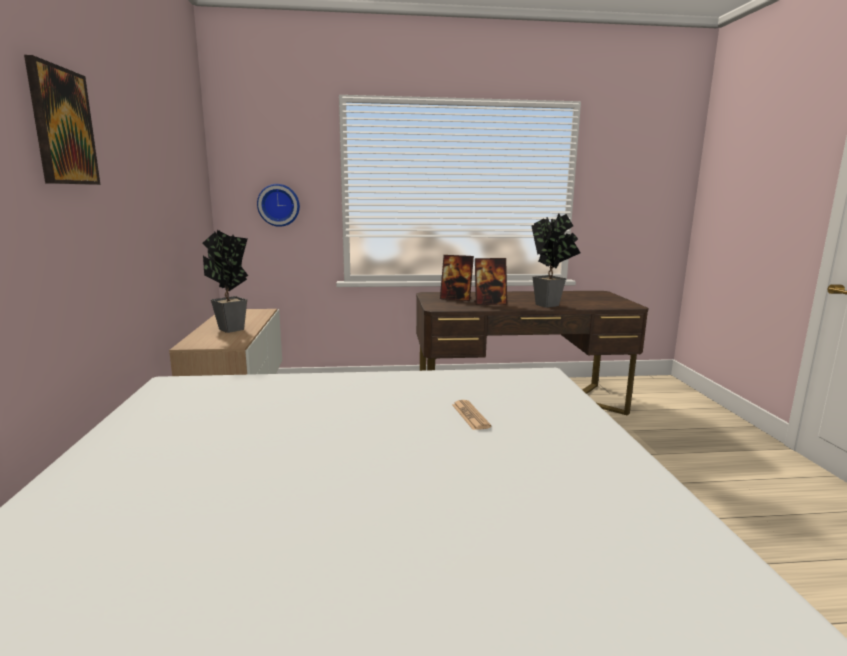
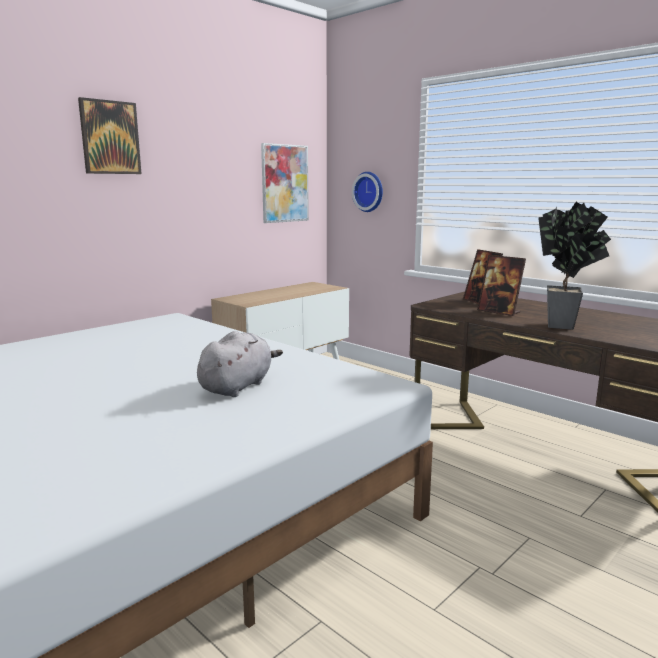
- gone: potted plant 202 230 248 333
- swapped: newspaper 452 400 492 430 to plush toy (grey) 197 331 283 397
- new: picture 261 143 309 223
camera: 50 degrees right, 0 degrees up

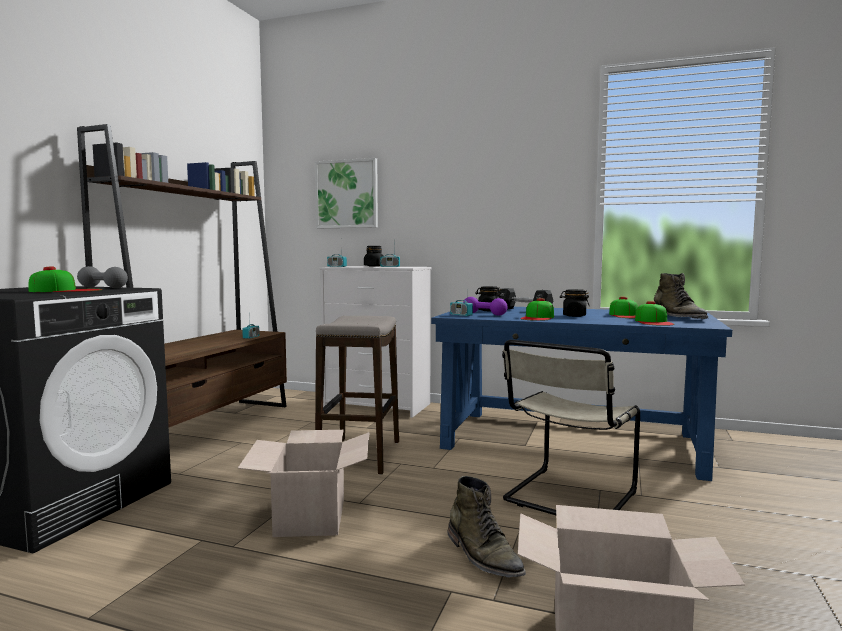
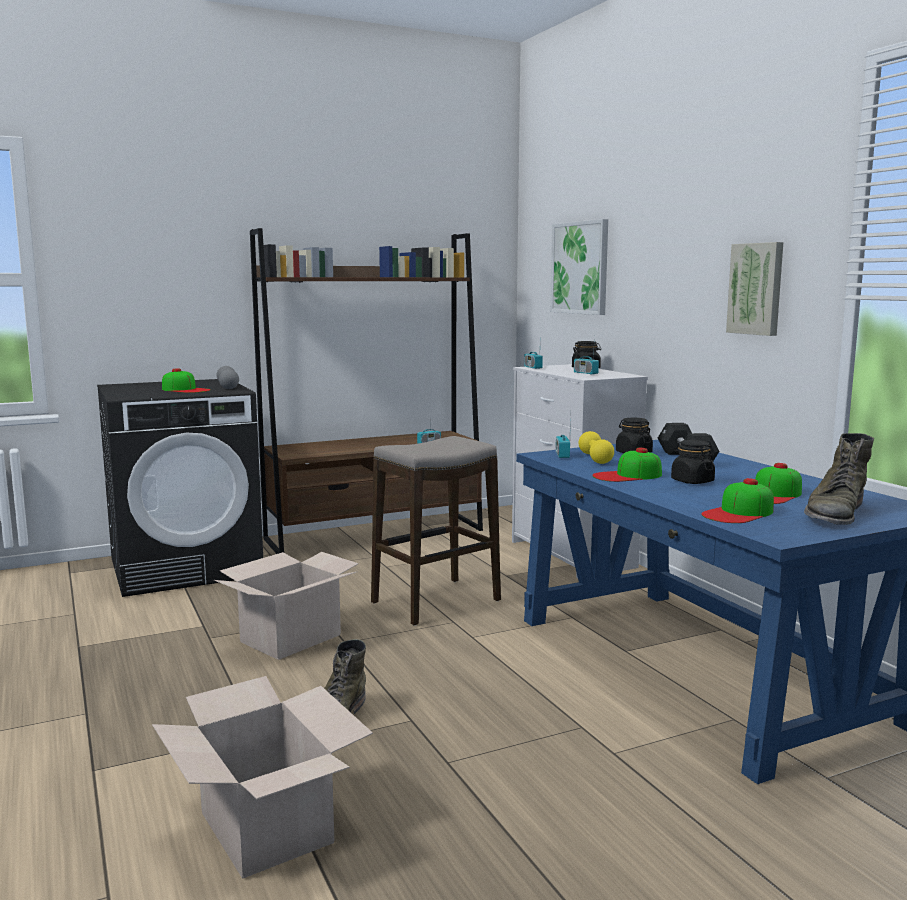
- repainted: dumbbell (purple) 463 297 508 316 to dumbbell (yellow) 578 431 614 464
- gone: chair (beige) 502 340 640 515
- new: picture 726 242 783 336
camera: 45 degrees right, 5 degrees up

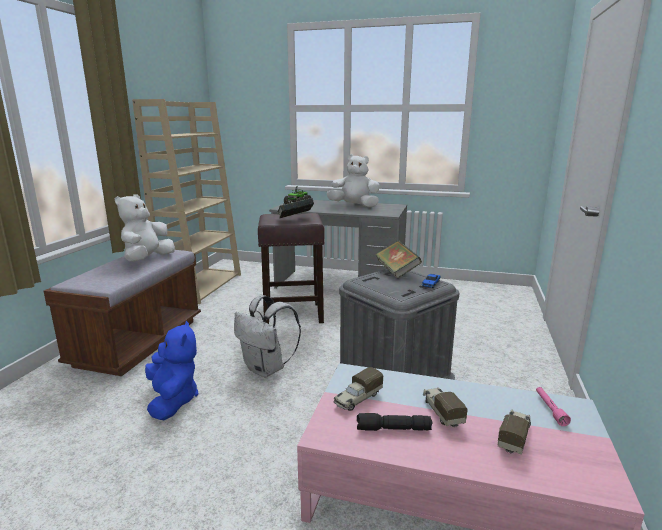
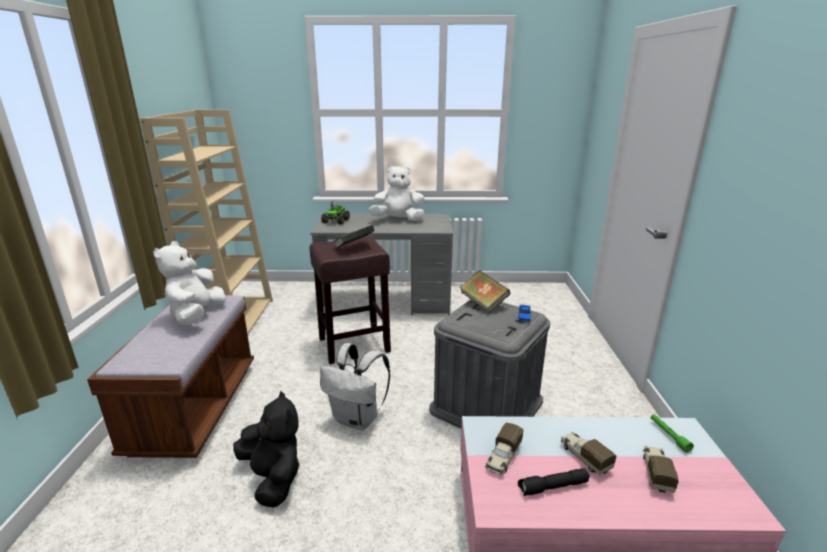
- repainted: plush toy (blue) 145 321 199 420 to plush toy (black) 233 391 300 508
- repainted: flashlight (pink) 536 387 571 426 to flashlight (green) 651 414 694 453
camera: 15 degrees left, 5 degrees up

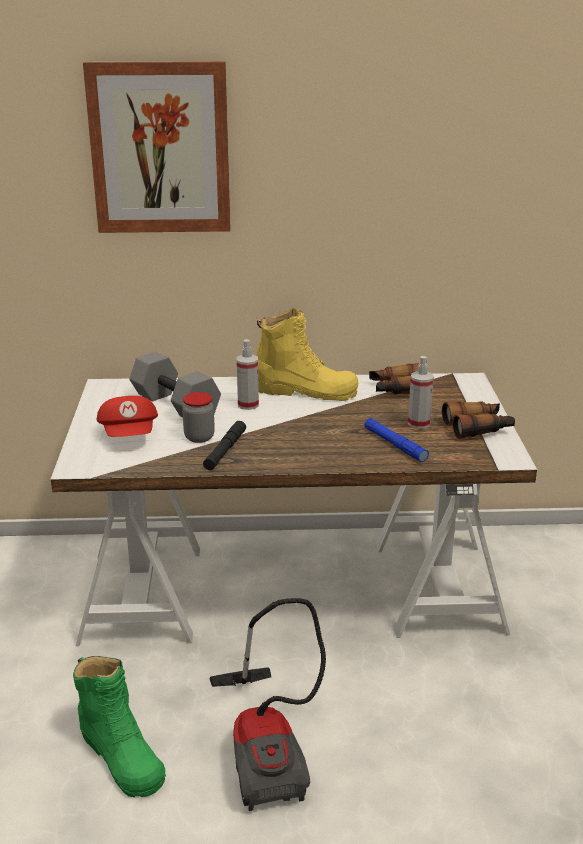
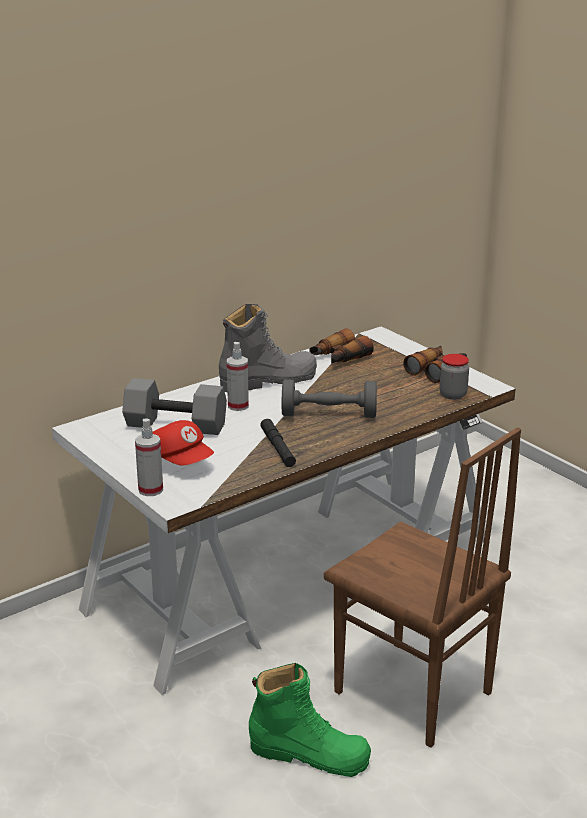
- gone: picture 83 61 230 233
- shifted: jar 182 392 215 443 to 440 354 469 400
- swapped: vacuum cleaner 210 598 326 811 to chair (brown) 324 427 521 748
- repainted: boot (yellow) 256 308 358 401 to boot (grey) 219 304 317 392
- gone: flashlight (blue) 364 418 429 462
- shifted: spray bottle 408 356 434 429 to 135 418 163 496
- new: dumbbell (grey) 282 379 377 418
camera: 35 degrees left, 0 degrees up

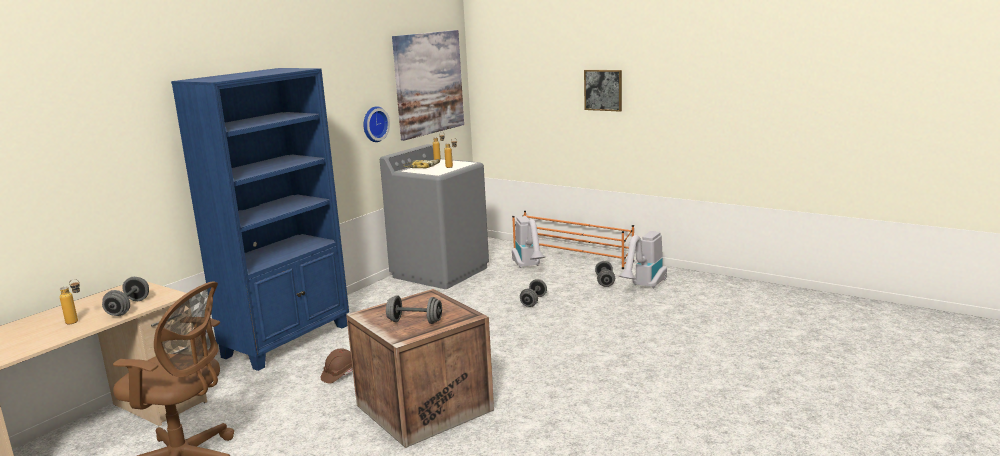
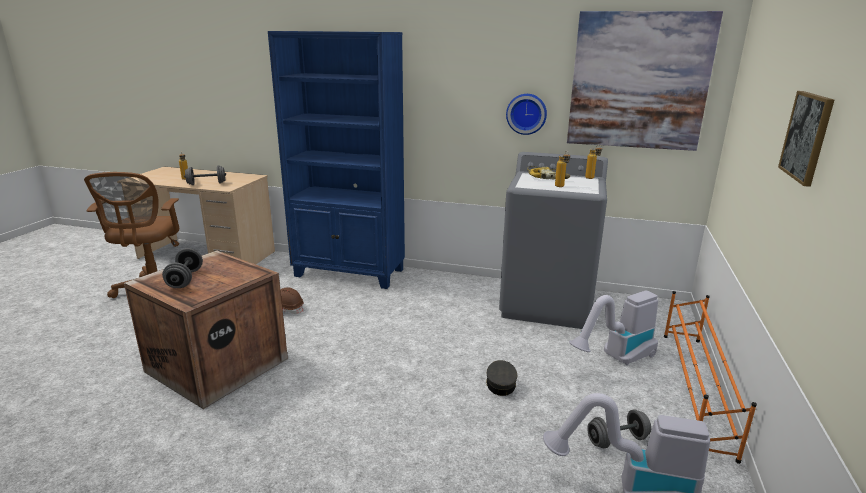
- swapped: dumbbell (grey) 520 279 547 307 to cap (grey) 486 360 517 396
camera: 70 degrees right, 5 degrees up

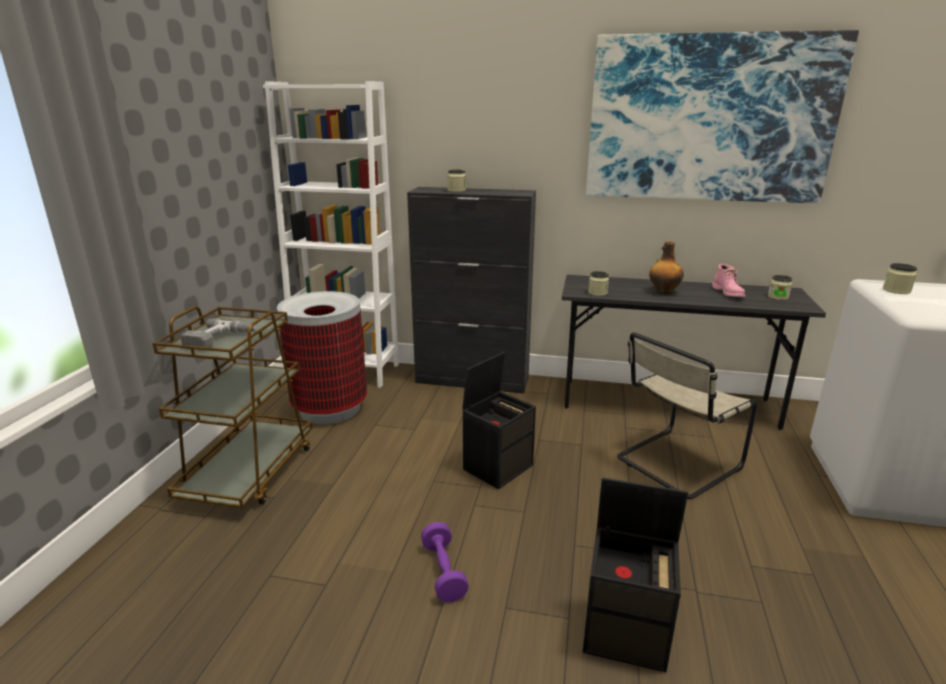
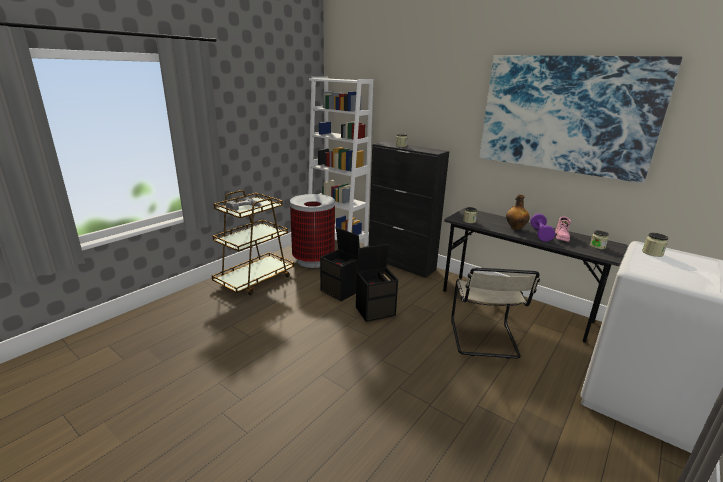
- shifted: dumbbell (purple) 421 522 469 602 to 530 214 555 242
- shifted: storage box (black) 583 477 688 672 to 320 227 360 301
- rotated: chair (beige) 617 333 758 499 = 451 268 540 359 75 degrees counterclockwise
camera: 25 degrees right, 0 degrees up

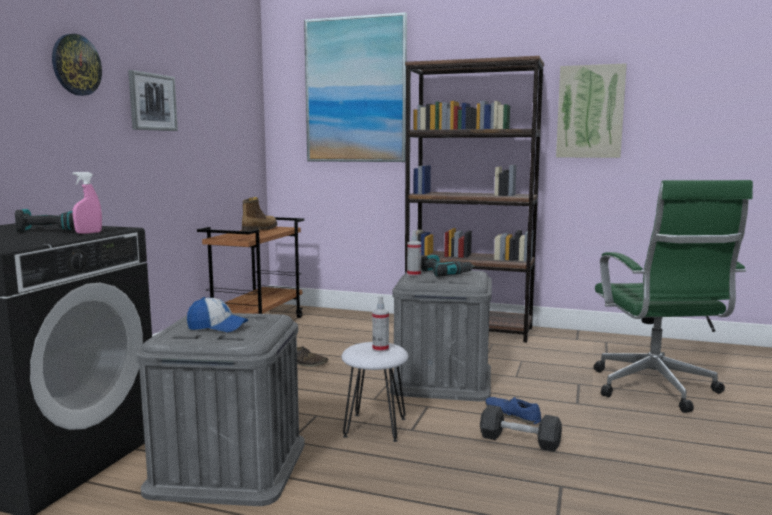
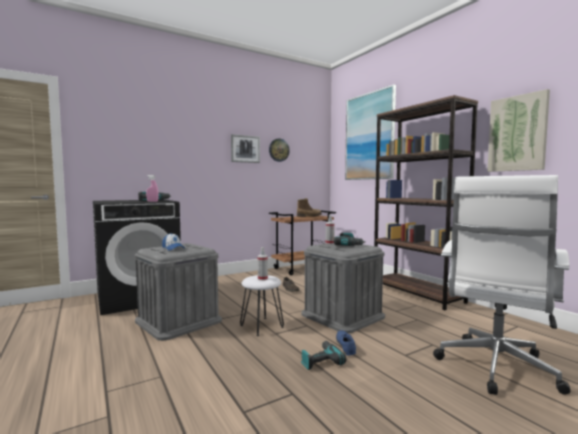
- shifted: wall clock 52 34 102 96 to 269 138 290 162
- swapped: dumbbell (black) 480 405 562 452 to power drill 301 341 346 370
- repainted: office chair (green) 594 180 753 413 to office chair (white) 433 175 571 395
camera: 40 degrees right, 5 degrees down

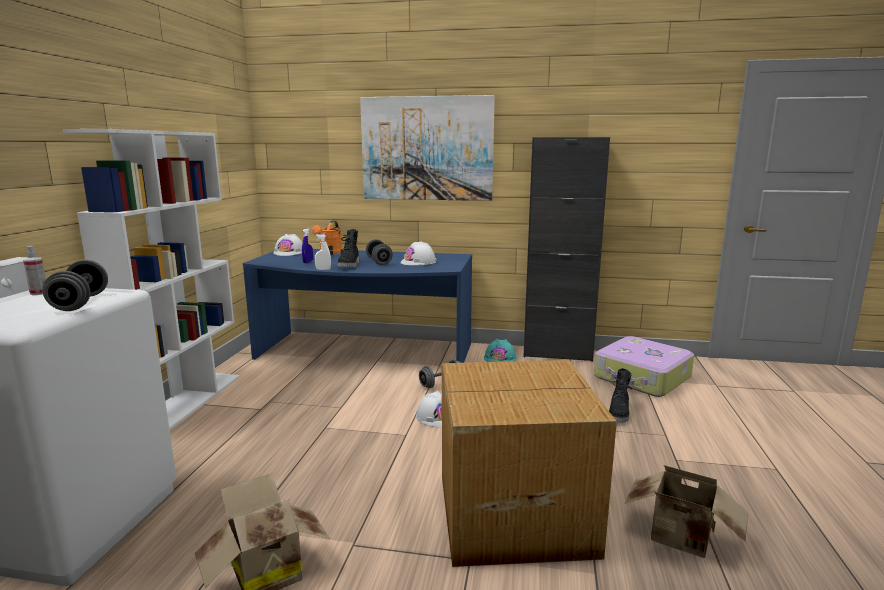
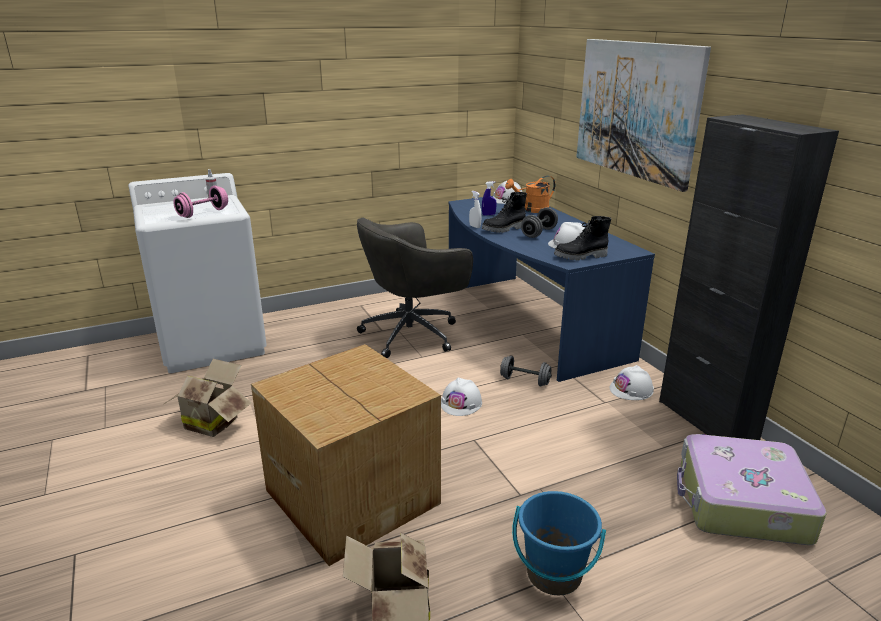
- repainted: dumbbell (grey) 42 260 108 311 to dumbbell (pink) 173 186 228 218
- gone: bookcase (white) 63 129 240 430
- repainted: hard hat (turquoise) 484 339 516 362 to hard hat (white) 610 365 654 400
- shifted: boot (black) 609 368 632 423 to 554 216 611 260
- new: office chair (grey) 357 218 473 358
- new: bucket (blue) 512 491 606 595
camera: 55 degrees right, 10 degrees up

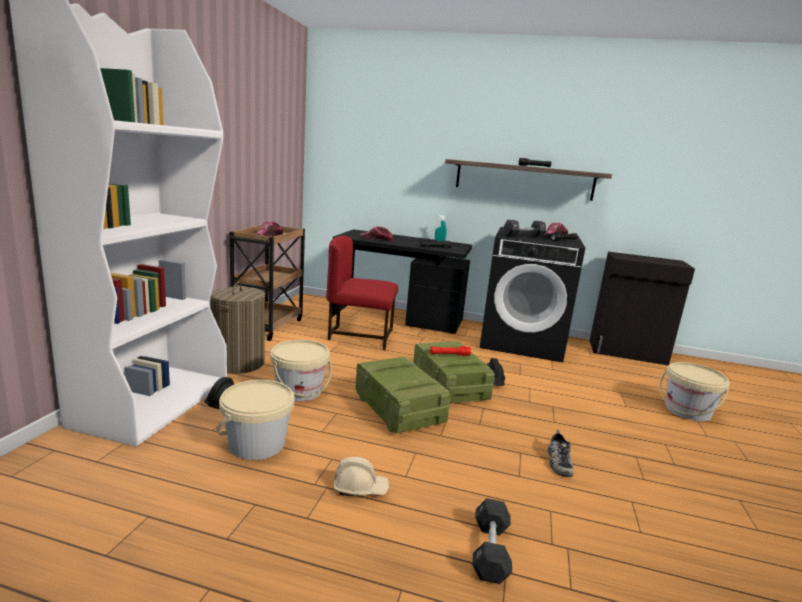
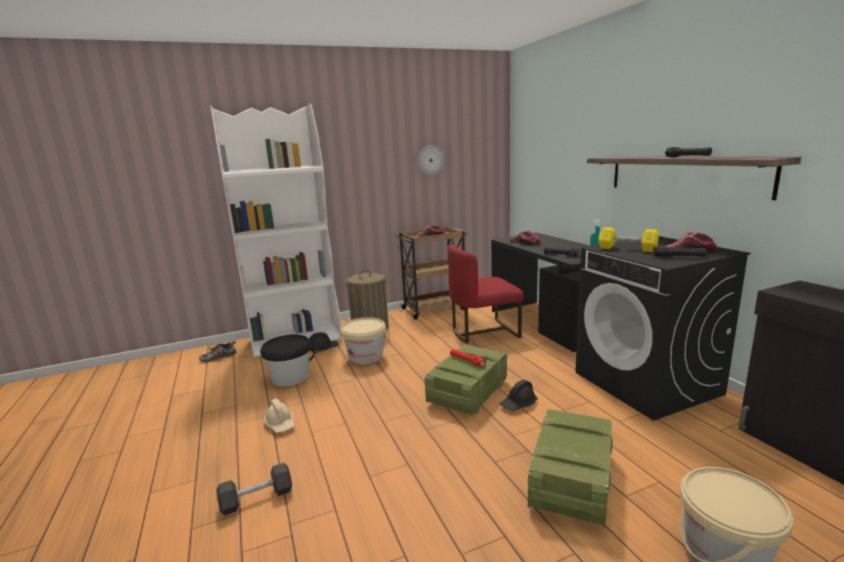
- repainted: bucket (beige) 216 380 294 460 to bucket (black) 260 335 315 387
- rotated: chair (red) 326 236 398 350 = 448 244 524 343 75 degrees counterclockwise
- shifted: crate 355 357 451 434 to 528 409 613 527
- repainted: dumbbell (black) 504 220 547 238 to dumbbell (yellow) 598 227 659 252
- shifted: shoe 548 430 573 477 to 199 341 237 362
- new: wall clock 418 145 445 176
camera: 55 degrees right, 0 degrees up

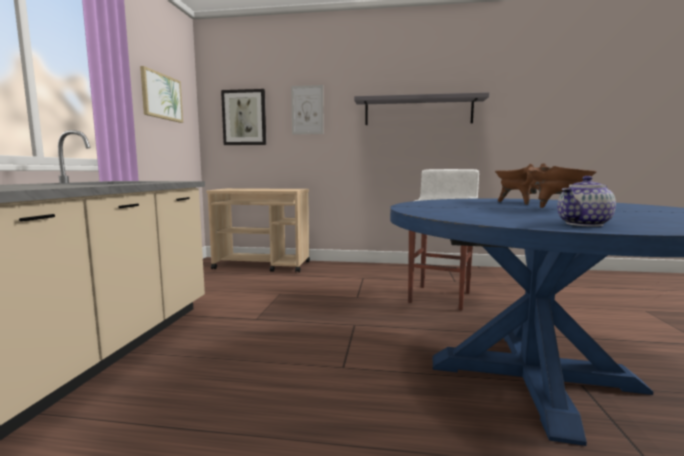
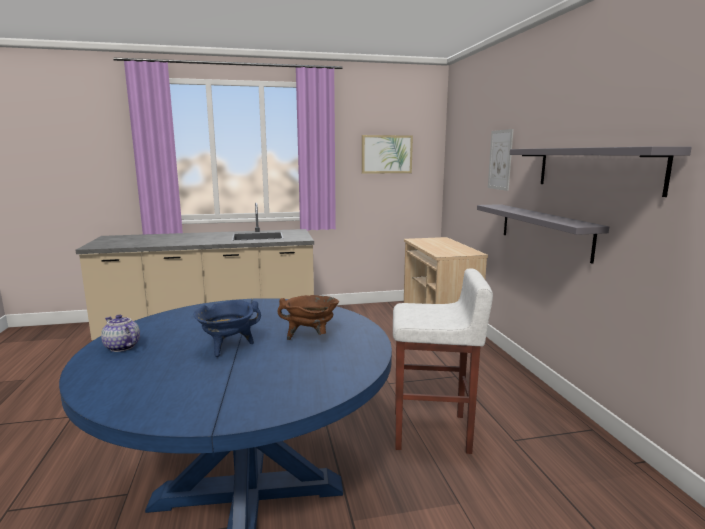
- gone: picture 221 89 266 145
- repainted: cooking pot (brown) 527 163 597 208 to cooking pot (blue) 194 300 261 357
- new: shelf (grey) 477 204 609 264
camera: 70 degrees right, 5 degrees up

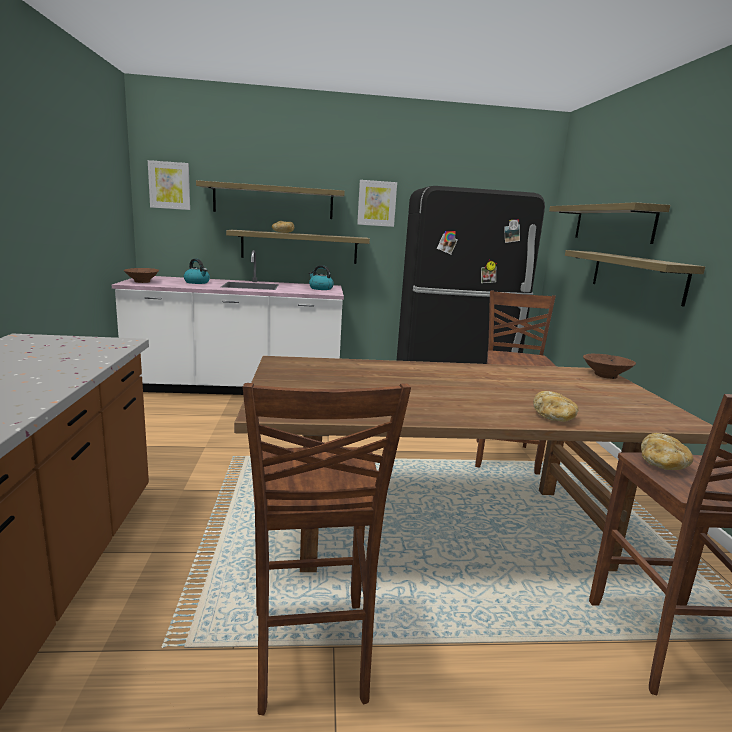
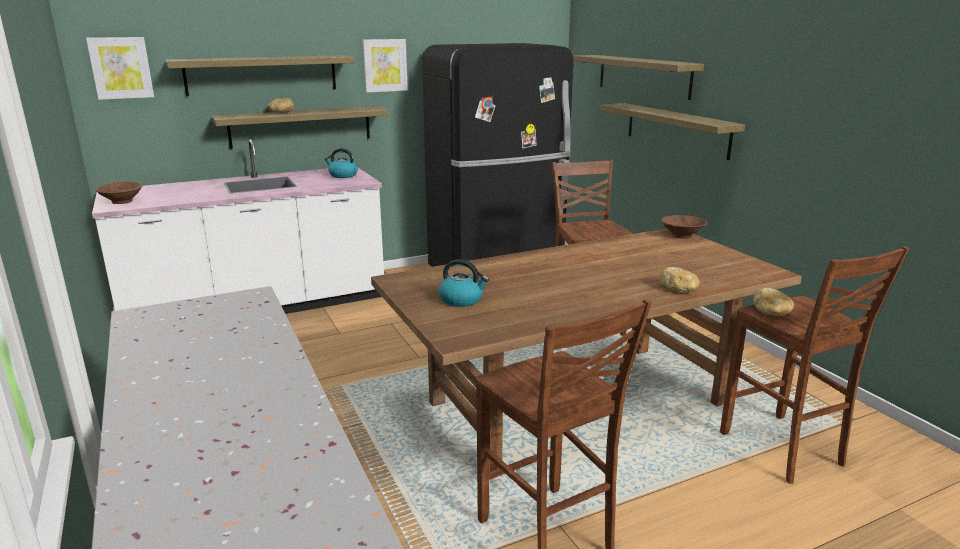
- shifted: kettle 184 259 210 284 to 439 259 489 307
camera: 20 degrees left, 5 degrees up

